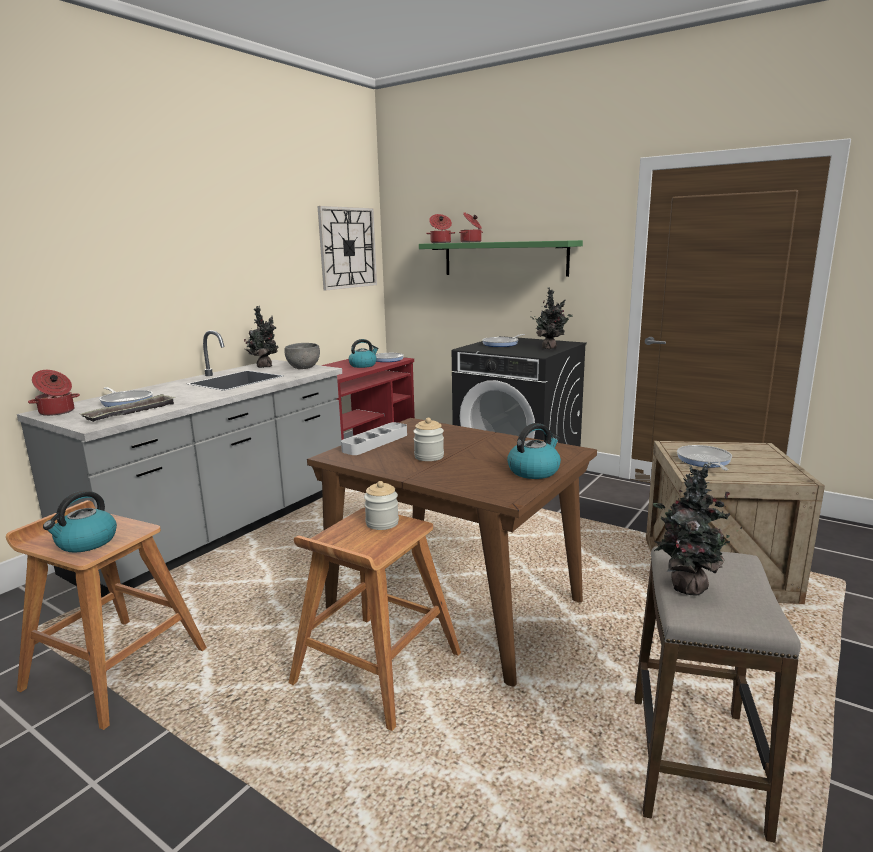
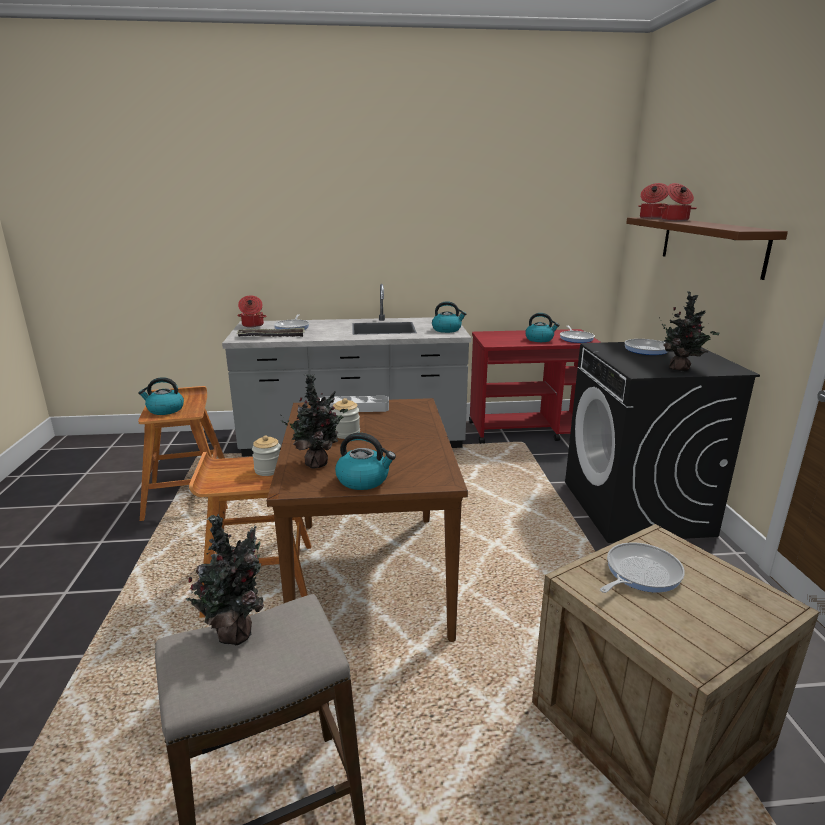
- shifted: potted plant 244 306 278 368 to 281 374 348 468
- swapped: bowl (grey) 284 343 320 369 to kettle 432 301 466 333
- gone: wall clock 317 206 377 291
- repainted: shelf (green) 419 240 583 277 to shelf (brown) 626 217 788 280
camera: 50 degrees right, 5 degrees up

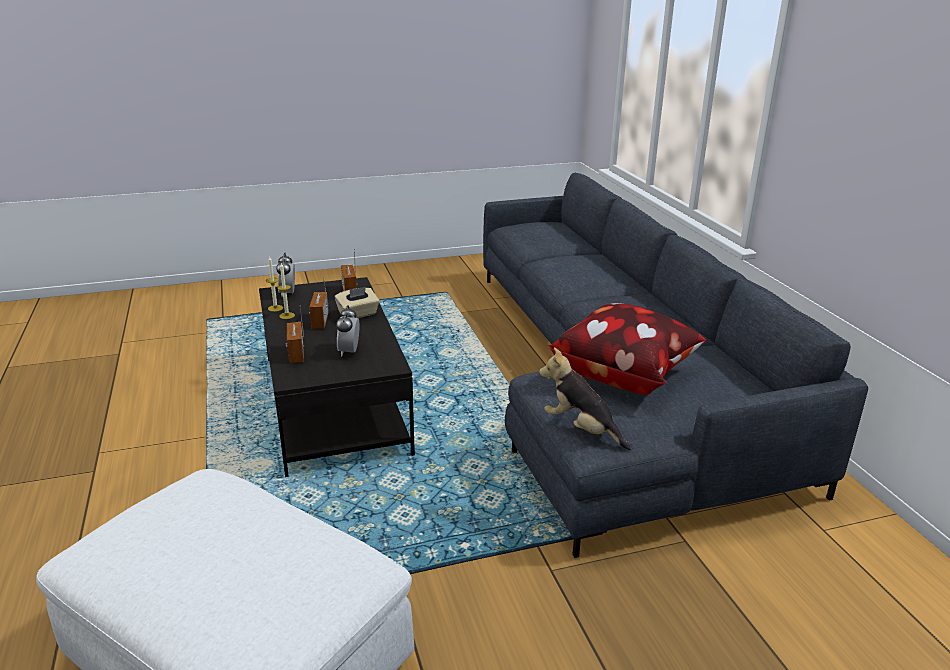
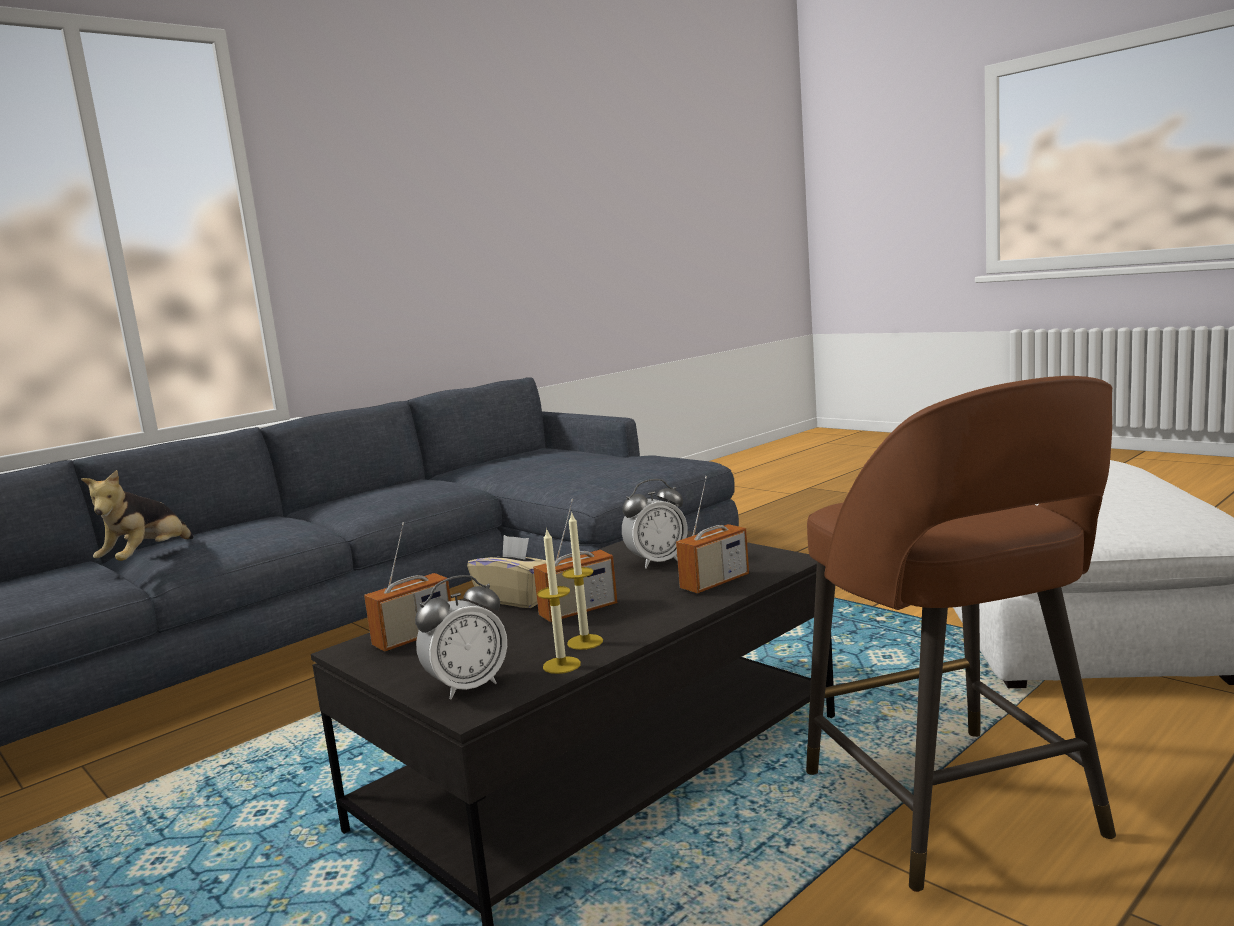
- shifted: plush toy 539 347 633 450 to 81 470 194 561
- gone: pillow 548 303 706 395
- new: stool (brown) 806 376 1116 892
camera: 115 degrees left, 15 degrees down

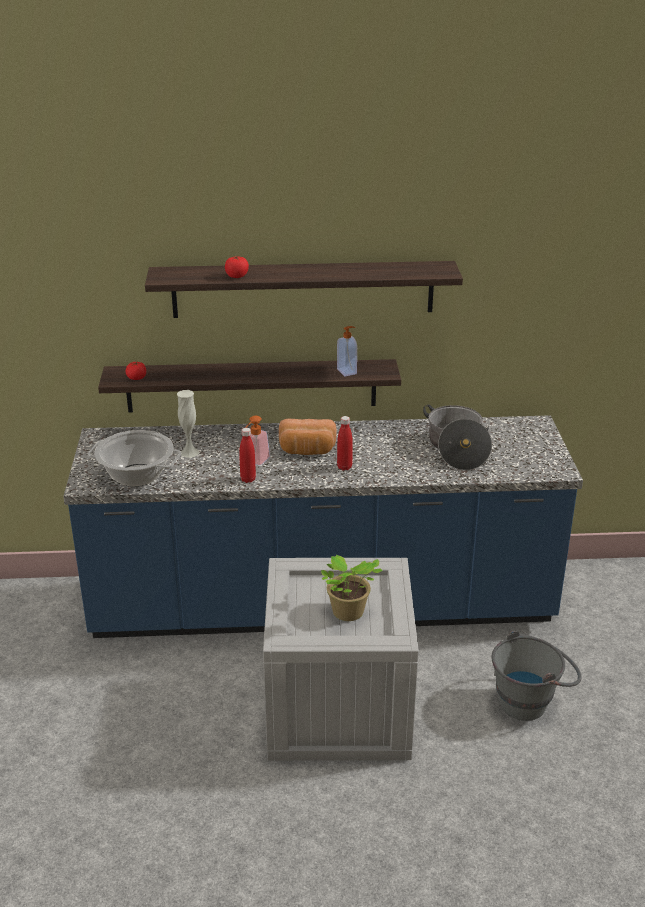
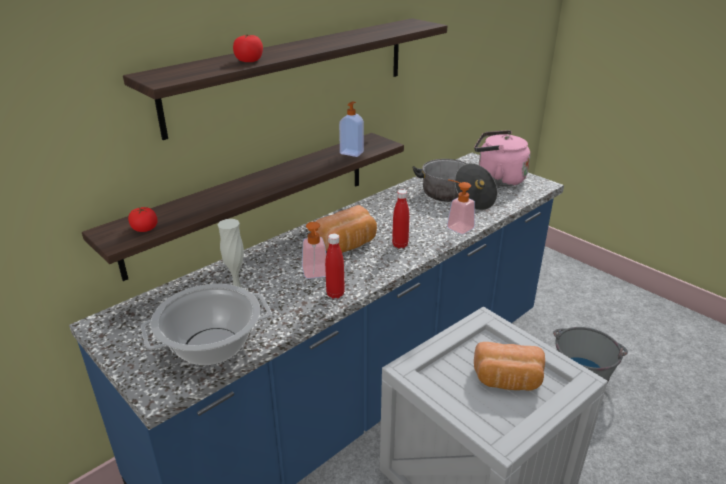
- swapped: potted plant 321 555 383 621 to bread 474 342 545 391
- new: soap dispenser 447 179 475 234
- new: kettle (pink) 474 130 530 186
camera: 40 degrees left, 0 degrees up

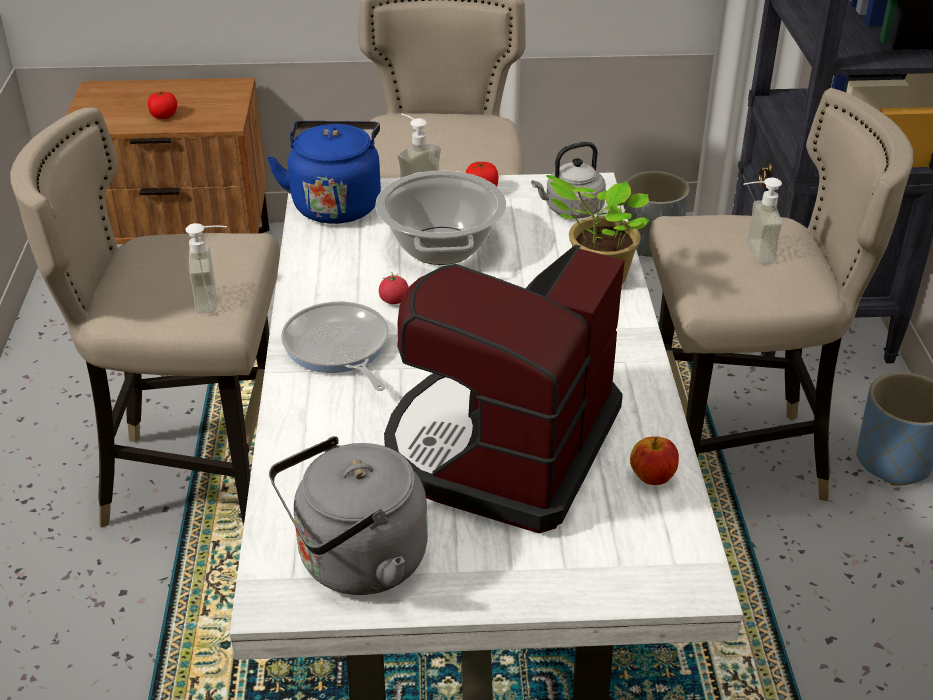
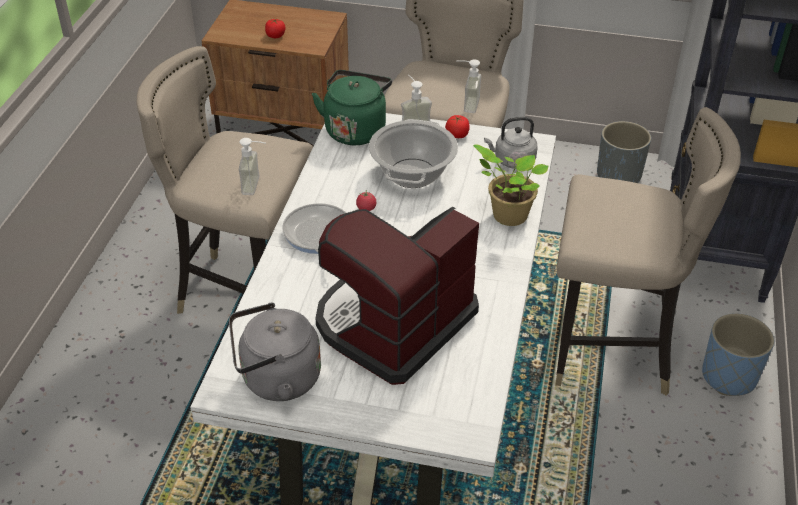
- repainted: kettle (blue) 267 121 381 224 to kettle (green) 312 70 392 145
- gone: apple 630 436 679 485
- shifted: soap dispenser 743 178 782 264 to 456 59 481 113
camera: 15 degrees right, 5 degrees up

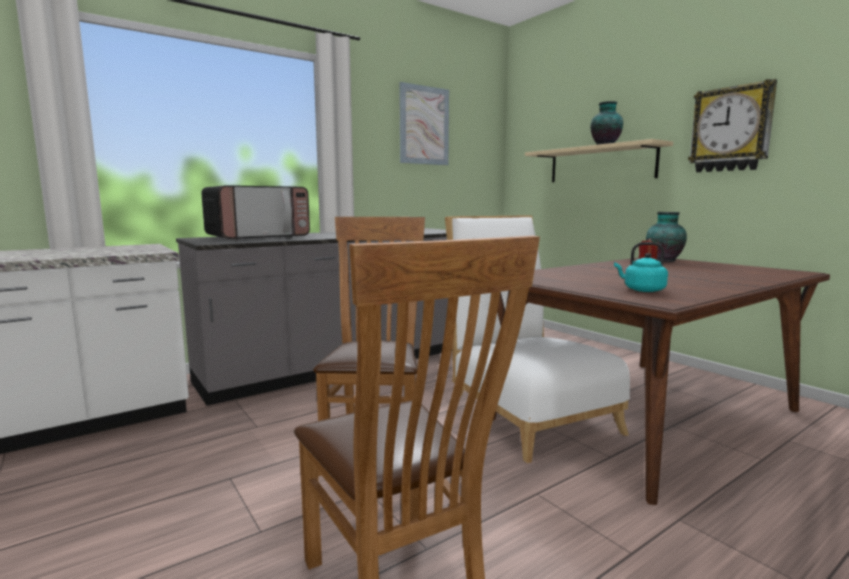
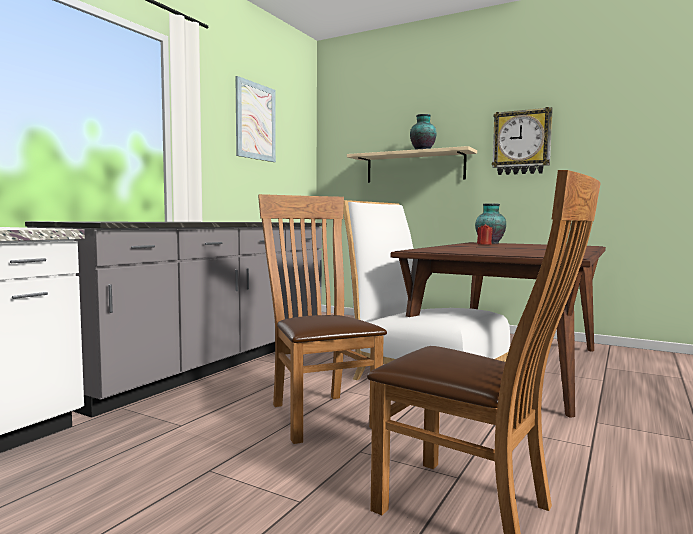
- gone: microwave 201 185 310 240
- gone: kettle (turquoise) 614 242 668 292
camera: 25 degrees left, 5 degrees down

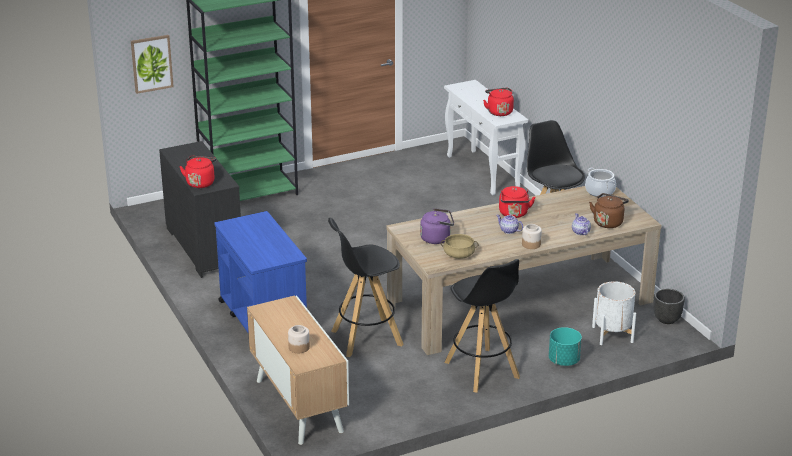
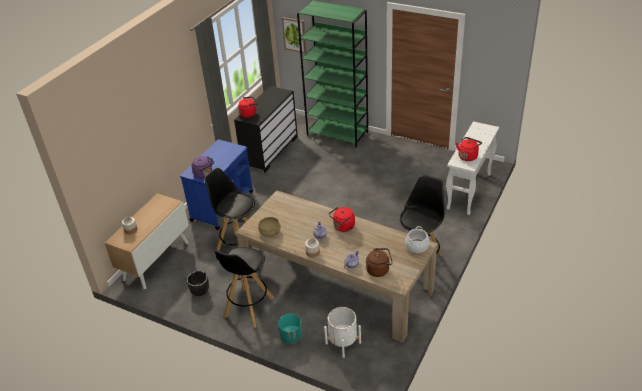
- shifted: kettle (purple) 420 208 454 244 to 192 156 214 178
- shifted: planter (black) 654 289 685 324 to 187 271 209 296
camera: 55 degrees right, 10 degrees up

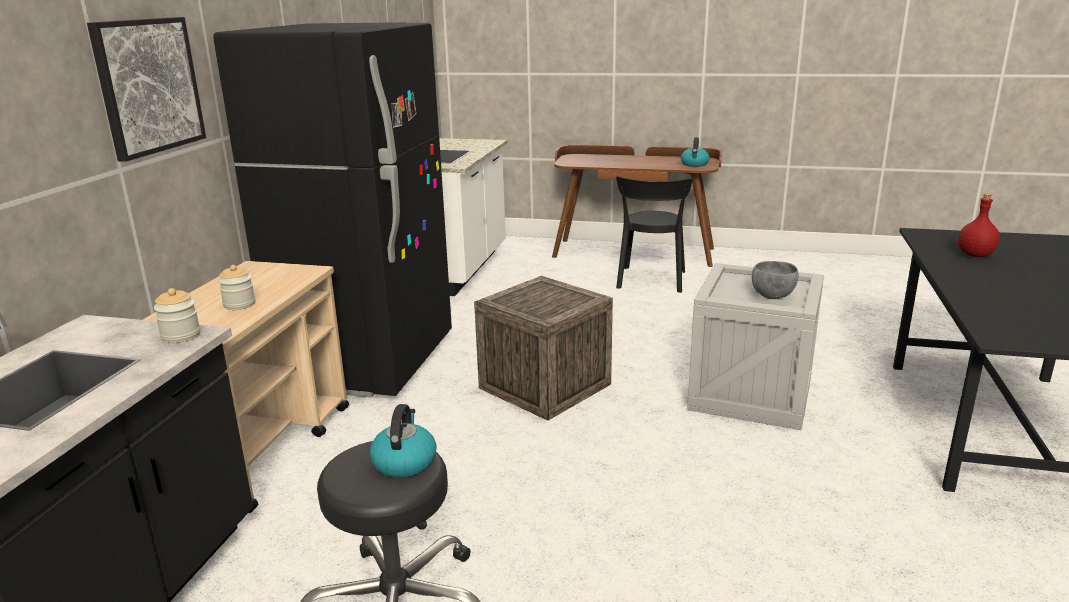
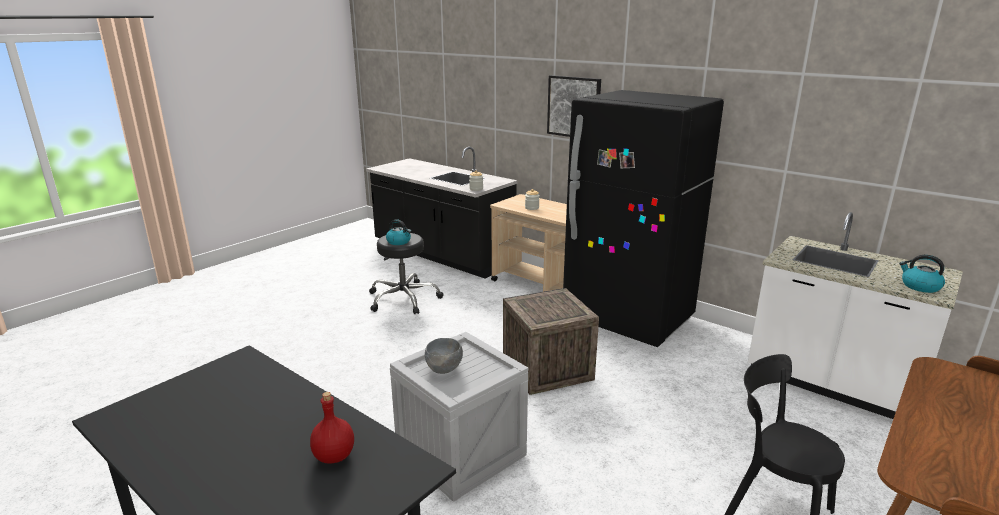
- shifted: kettle 681 137 710 167 to 899 255 945 293
camera: 115 degrees right, 0 degrees up

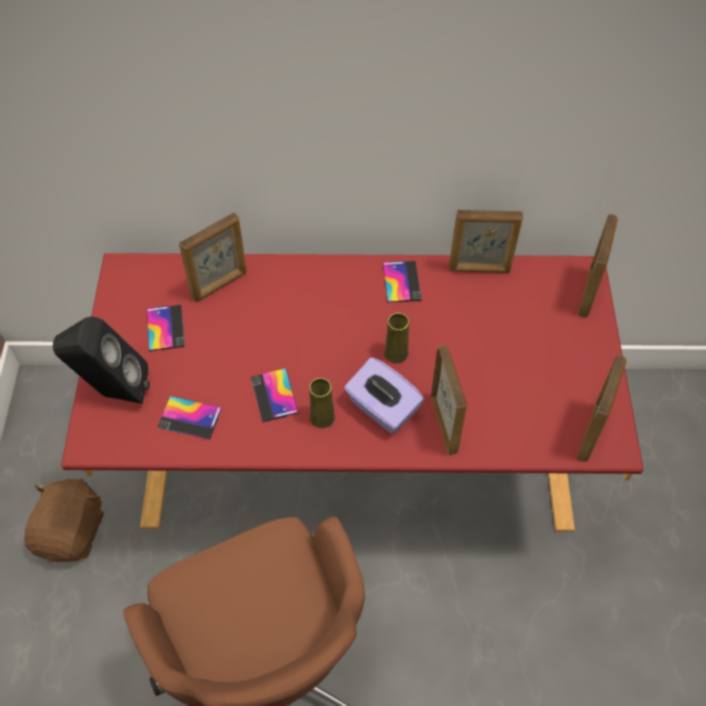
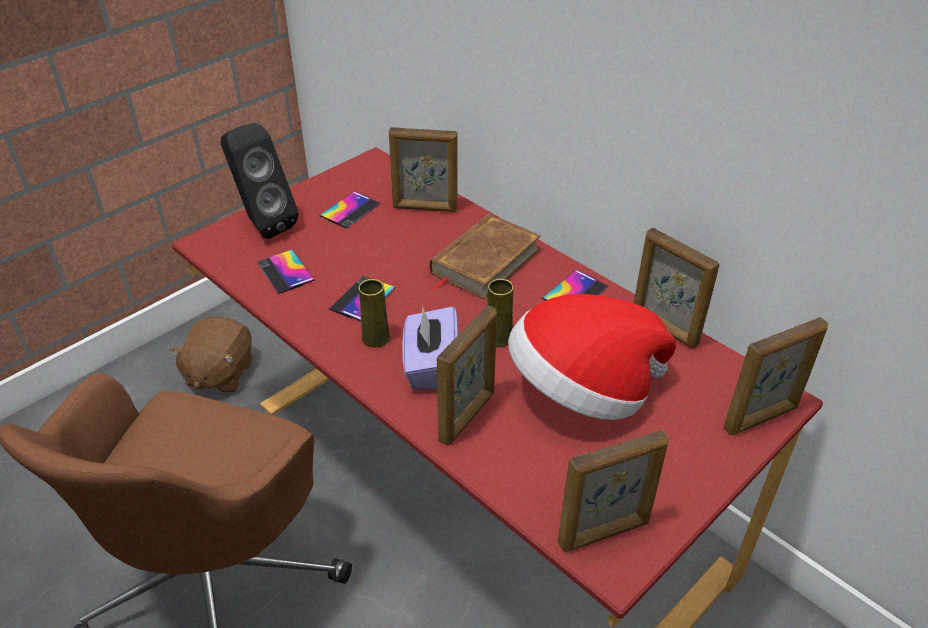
- rotated: plush toy (brown) 24 478 104 563 = 169 317 252 393 135 degrees clockwise
- new: book (brown) 430 214 541 300
- new: hat 508 294 676 420
camera: 45 degrees right, 15 degrees down

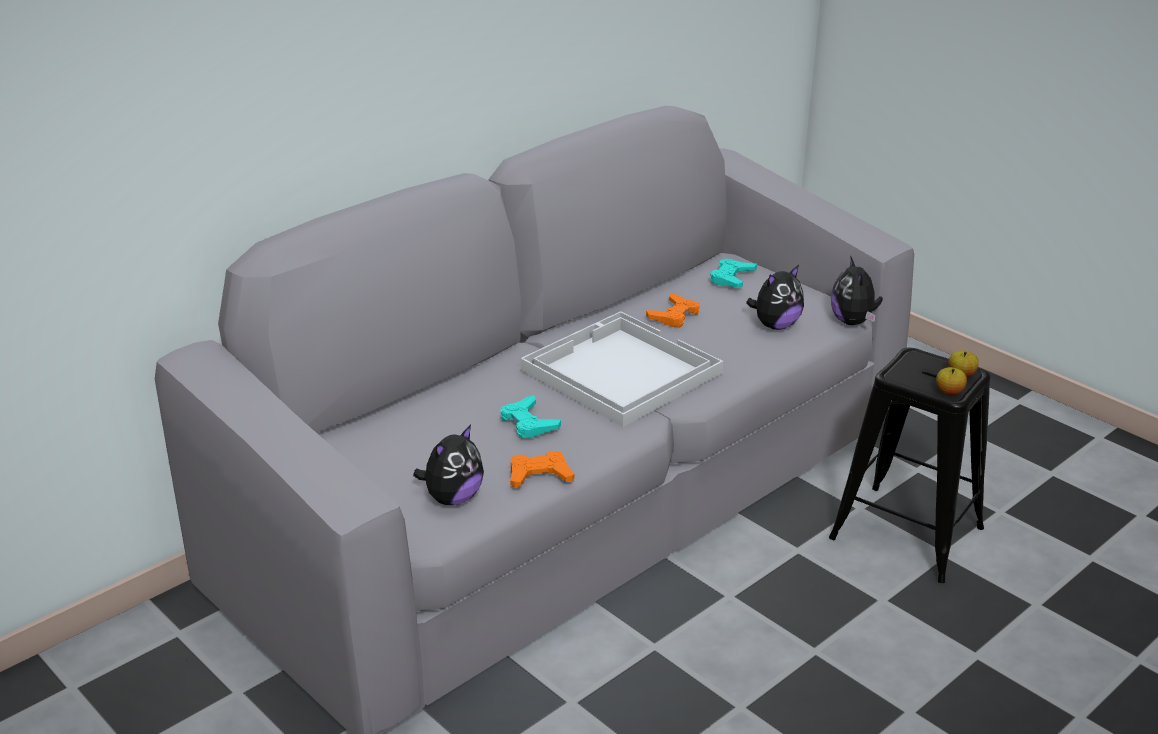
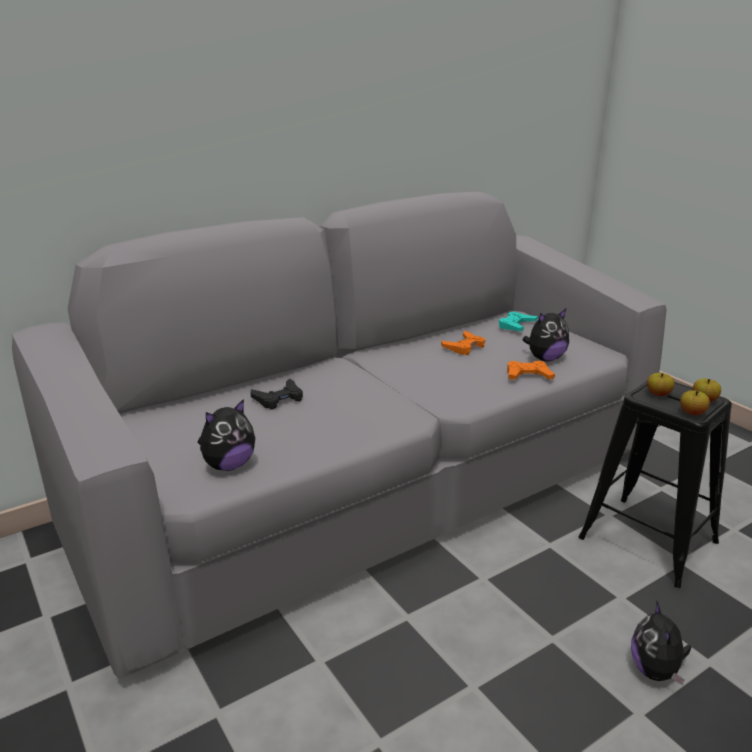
- gone: game controller (turquoise) 501 395 561 439
- shifted: game controller (orange) 510 451 575 488 to 507 361 555 380
- gone: tray (white) 521 311 723 427
- shifted: plush toy 831 255 883 325 to 631 600 691 685
- new: game controller (black) 251 379 303 410
- new: apple 647 373 674 396
camera: 10 degrees right, 5 degrees down

